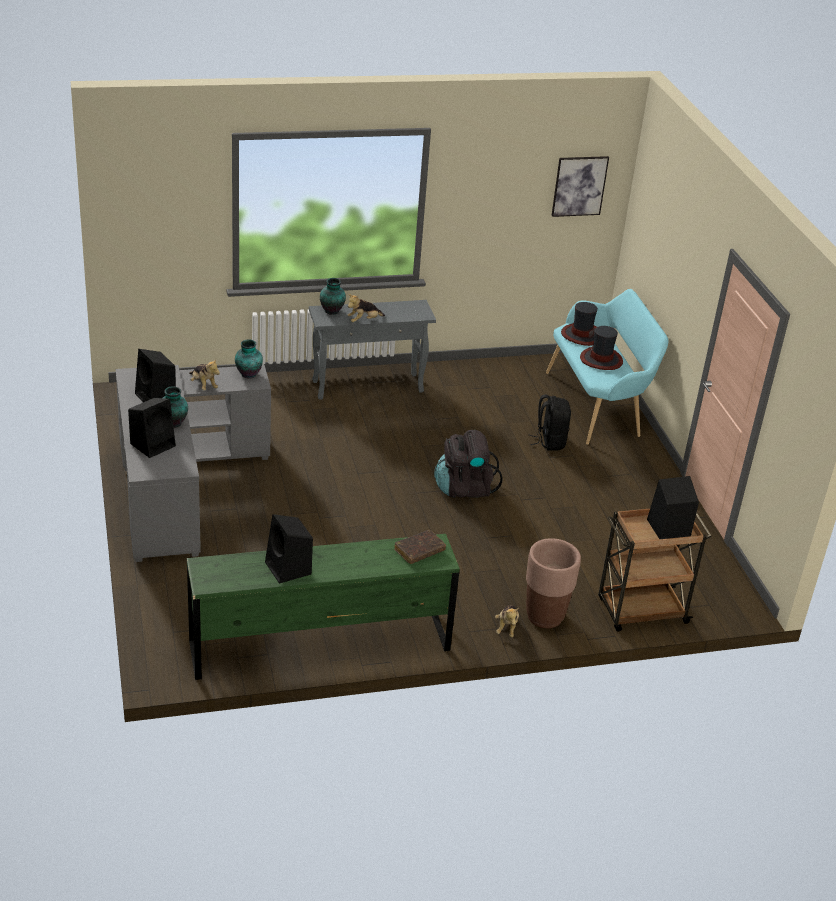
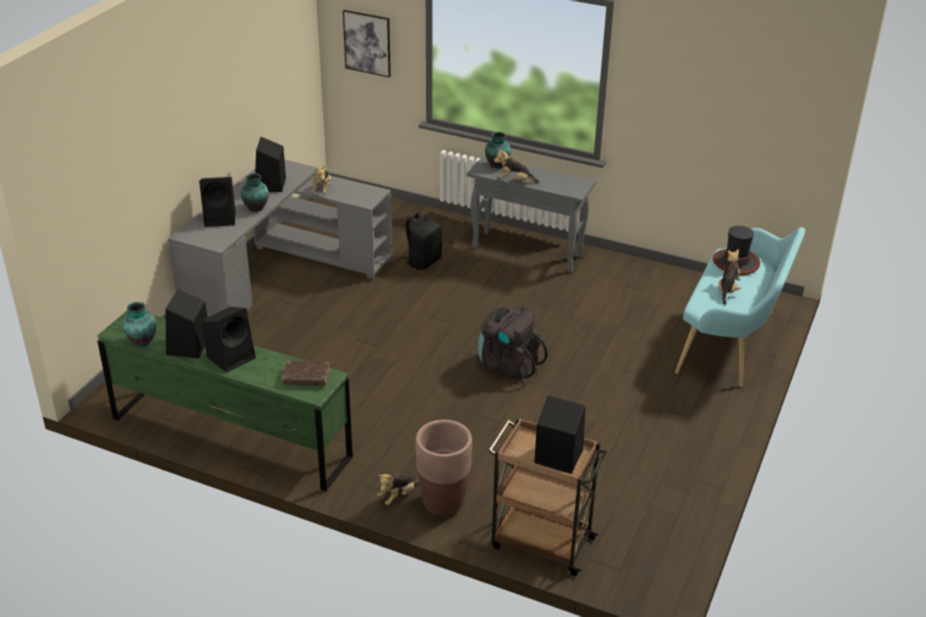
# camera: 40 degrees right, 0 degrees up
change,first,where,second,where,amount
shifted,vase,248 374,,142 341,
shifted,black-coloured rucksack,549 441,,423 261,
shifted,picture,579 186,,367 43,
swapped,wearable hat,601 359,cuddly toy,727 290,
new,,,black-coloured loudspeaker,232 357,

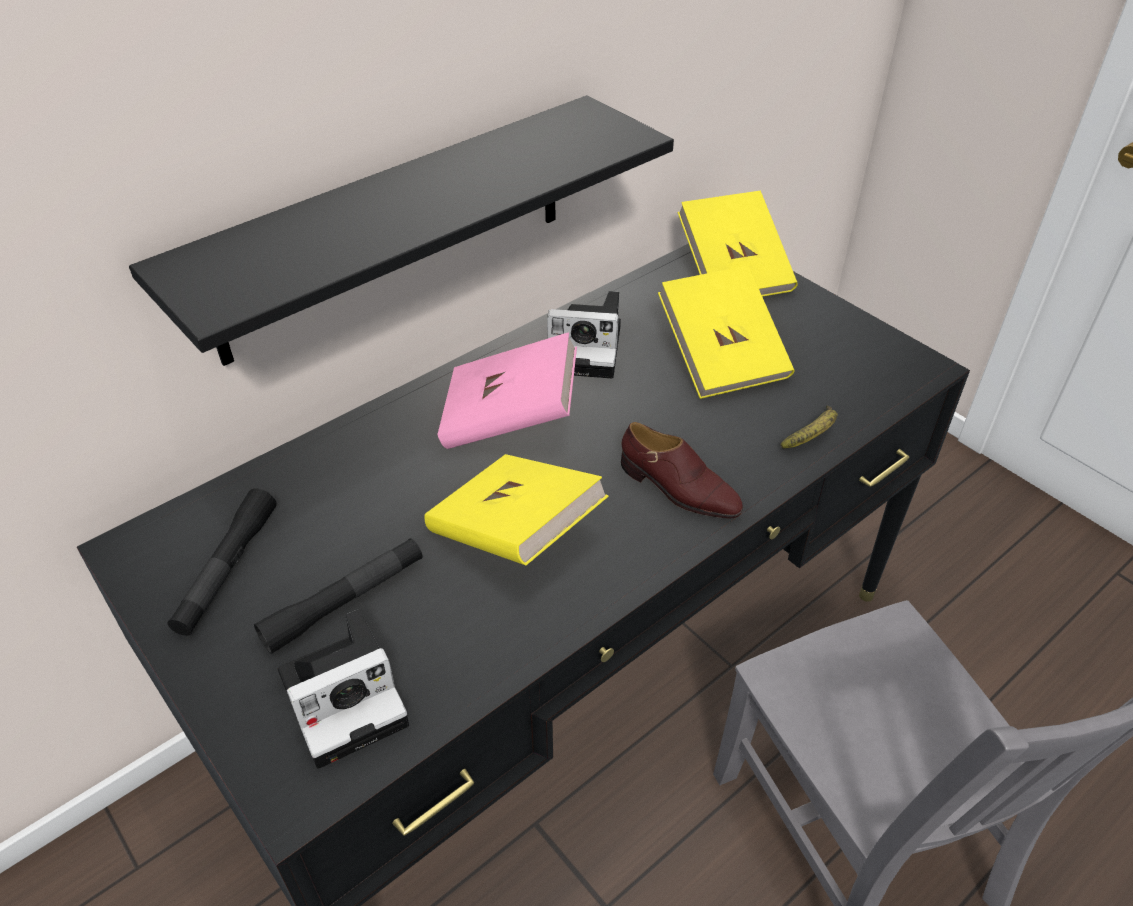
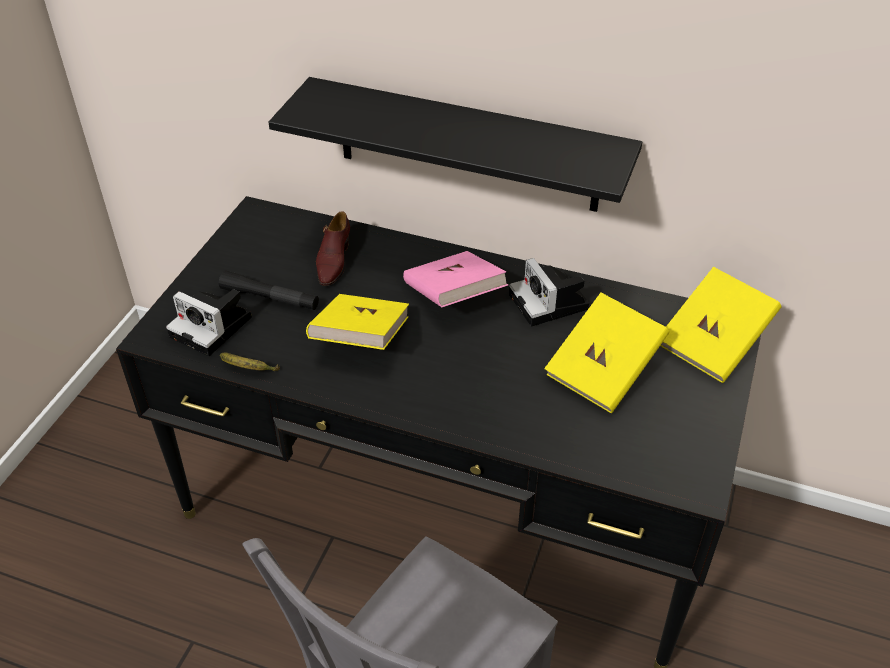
# camera: 60 degrees right, 0 degrees up
change,first,where,second,where,amount
gone,black-coloured torch,227 569,,,
shifted,brown-coloured shoe,678 489,,333 260,
shifted,whole banana,812 435,,248 369,

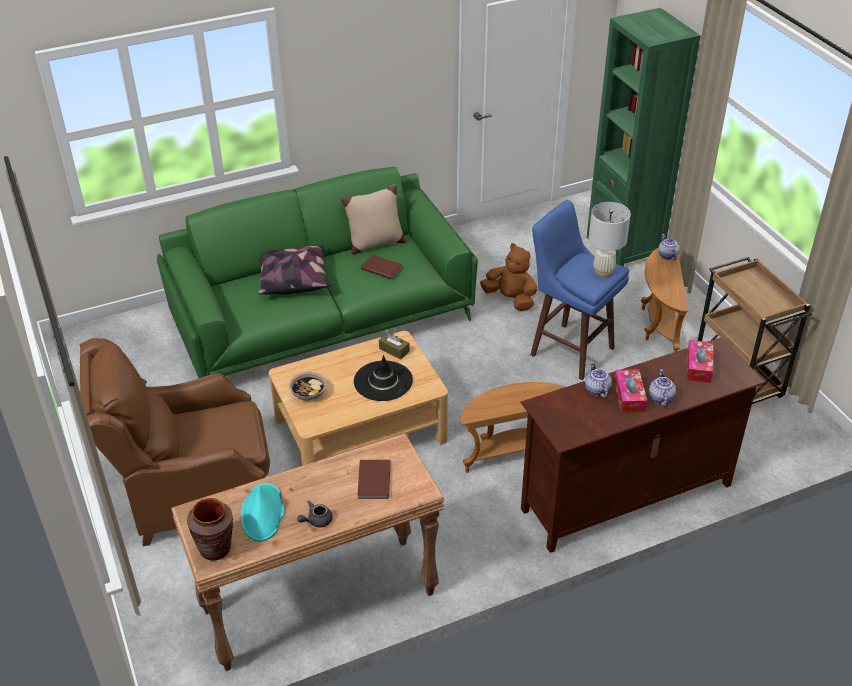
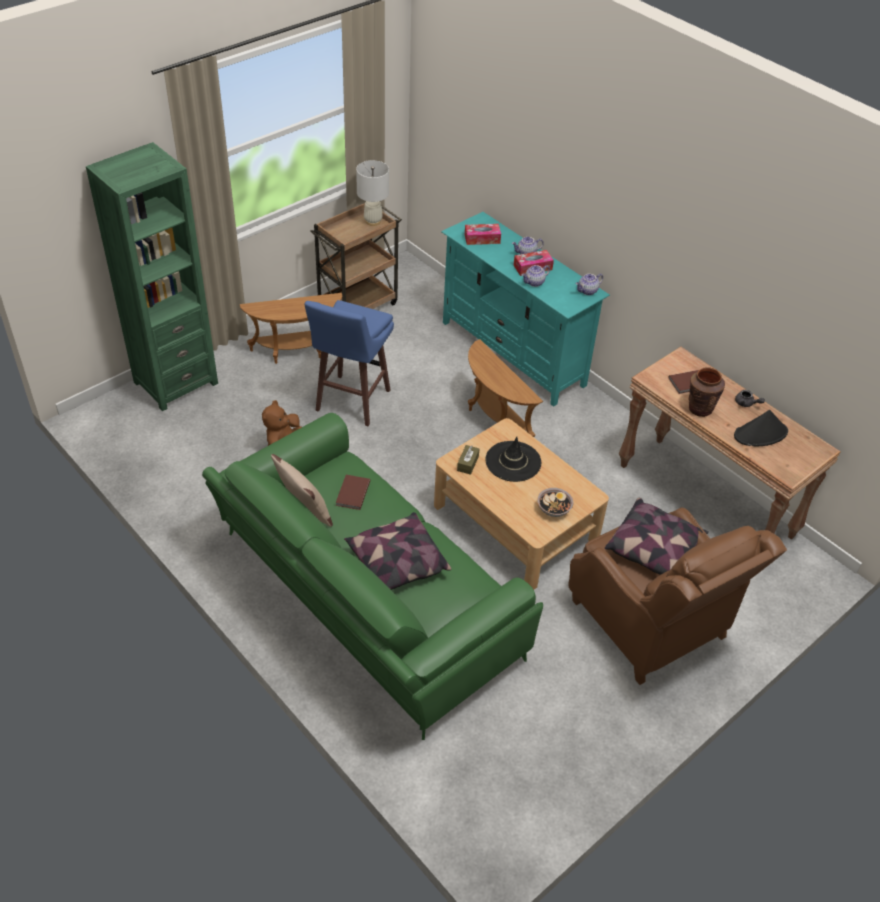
# camera: 110 degrees left, 5 degrees up
change,first,where,second,where,amount
shifted,brown-coloured vase,216 549,,700 409,
repainted,turquoise wearable hat,262 513,black-coloured wearable hat,760 434,
repainted,brown-coloured tv stand,626 498,turquoise tv stand,513 353,
shifted,whitish lamp for a table,603 271,,373 221,
shifted,tea pot,667 255,,588 291,
new,,,pillow,654 549,

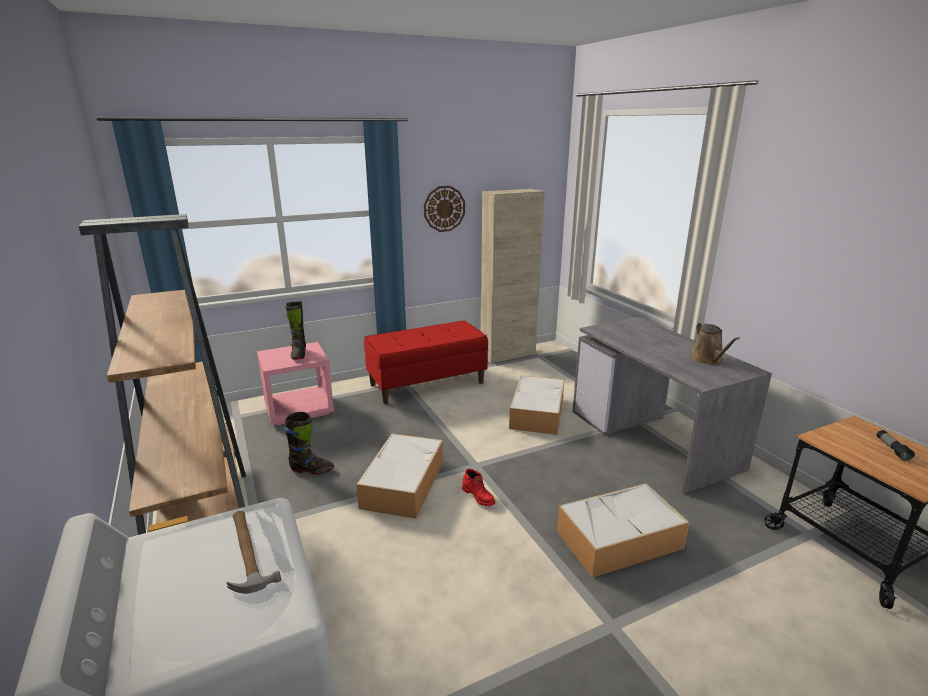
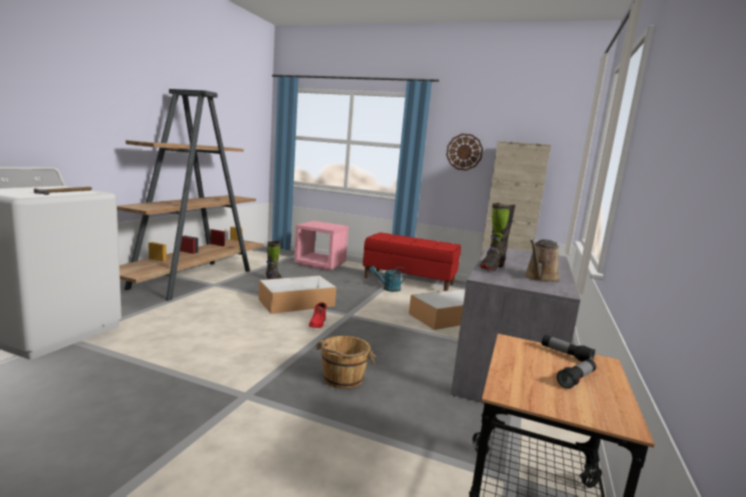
# camera: 45 degrees right, 10 degrees down
change,first,where,second,where,amount
shifted,black-coloured tall boot,299 354,,491 267,
swapped,storage bin,618 540,brown-coloured bucket,342 378,
new,,,turquoise watering can,388 289,
new,,,torch,565 355,

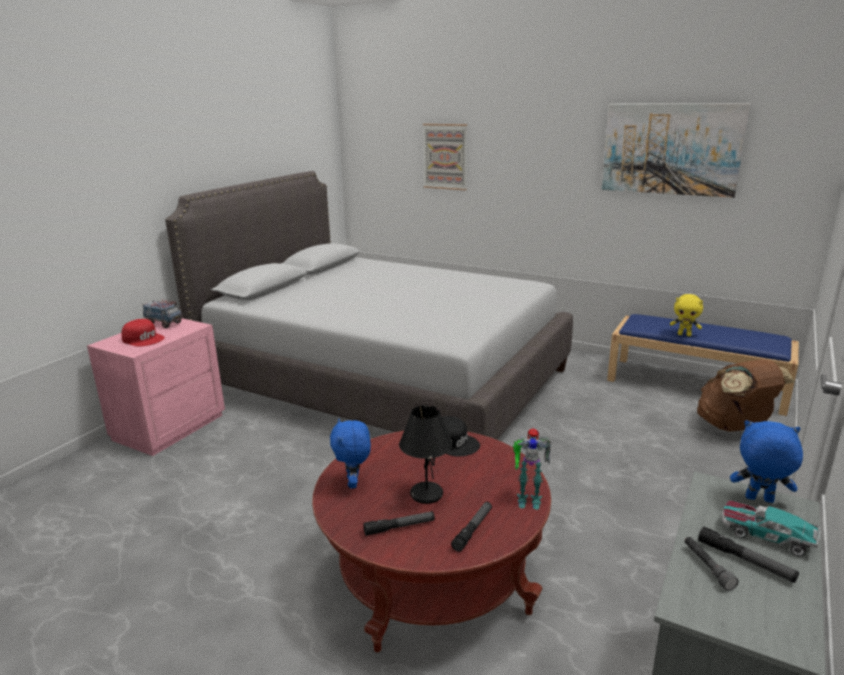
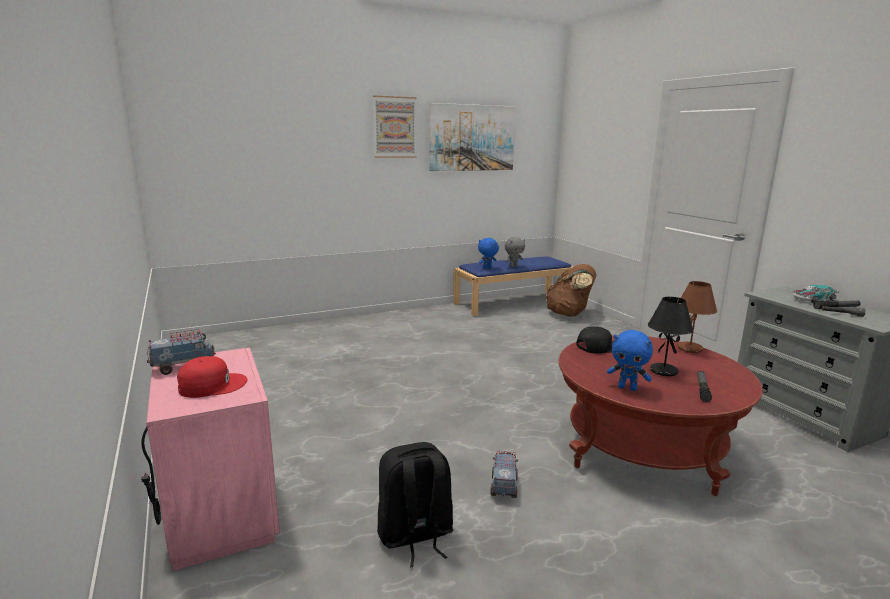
# camera: 55 degrees left, 5 degrees down
change,first,where,second,where,amount
gone,grey sleeping bed,386 380,,,
shifted,picture,445 156,,394 127,
gone,torch,473 529,,,
swapped,toy robot,528 498,brown-coloured lamp for a table,690 349,
repainted,yellowish cuddly toy,684 335,grey cuddly toy,513 266,
shifted,blue-coloured cuddly toy,759 500,,487 268,
new,,,black-coloured rucksack,415 536,
new,,,model truck,504 487,

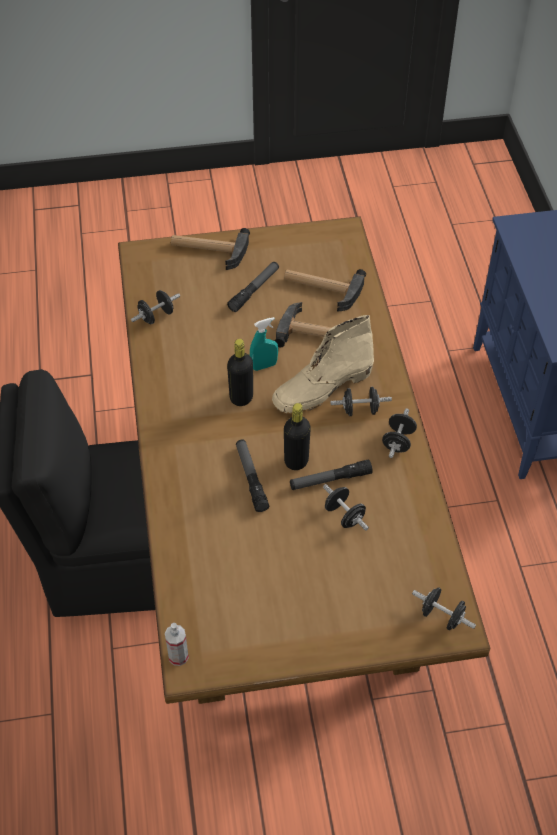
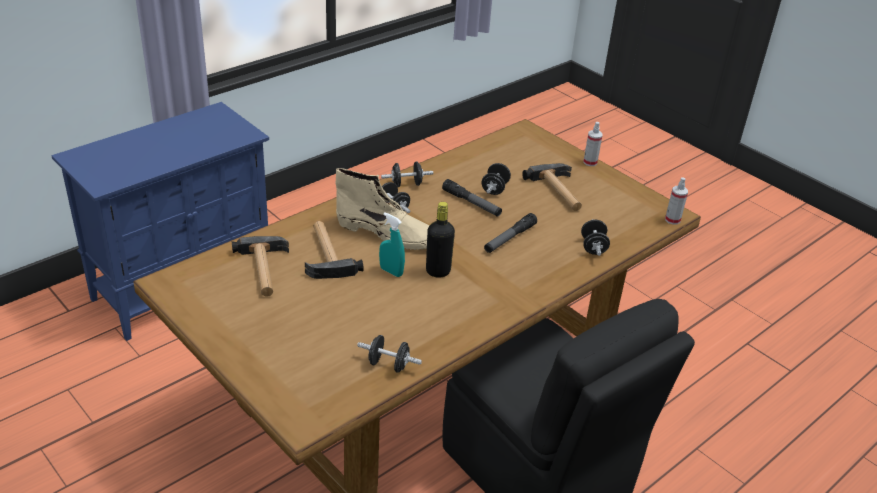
# camera: 125 degrees left, 15 degrees down
change,first,where,second,where,amount
shifted,hand hammer,208 249,,559 192,
gone,torch,254 290,,,
gone,black-coloured drink bottle,296 461,,,
shifted,black-coloured hand weight,442 616,,593 247,
new,,,hand sprayer,590 162,

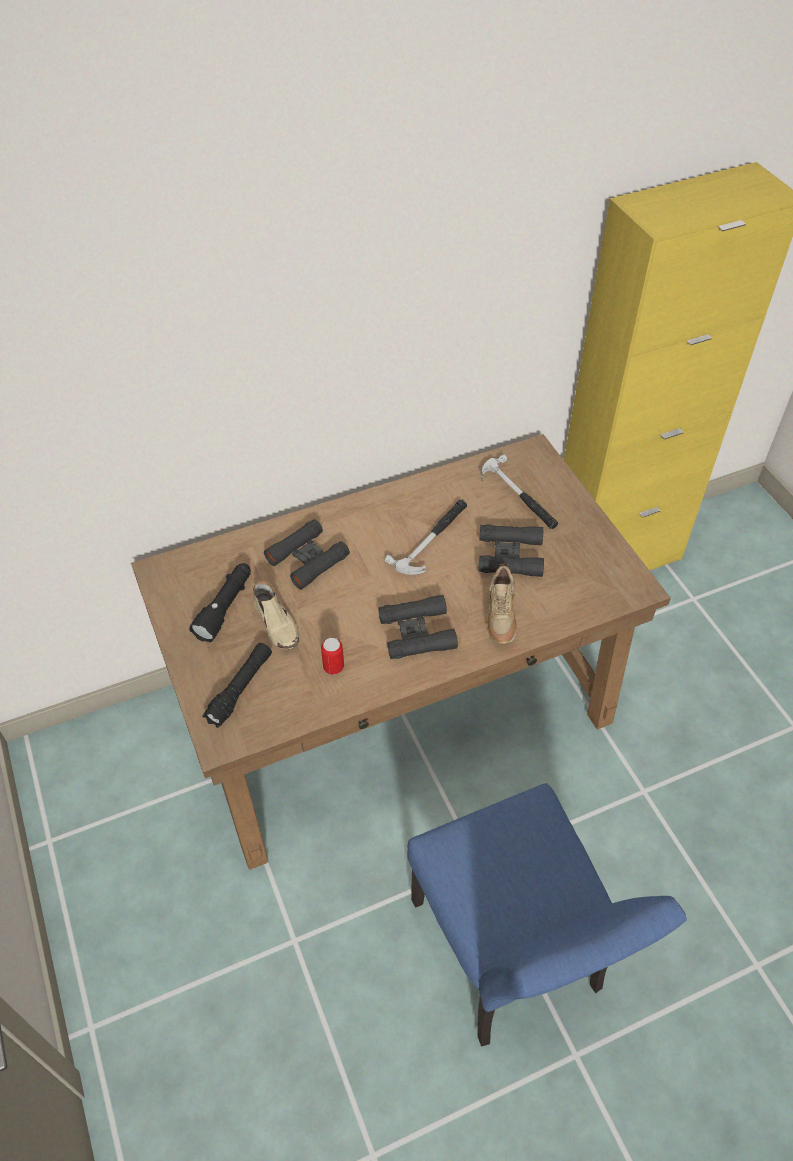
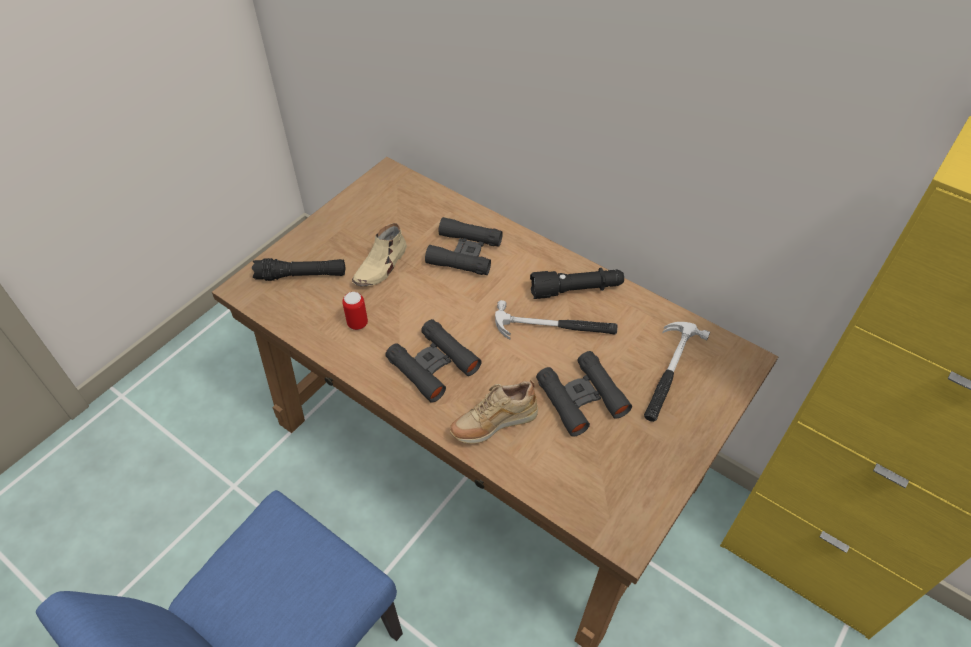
# camera: 60 degrees right, 0 degrees up
change,first,where,second,where,amount
shifted,black-coloured torch,225 607,,576 290,

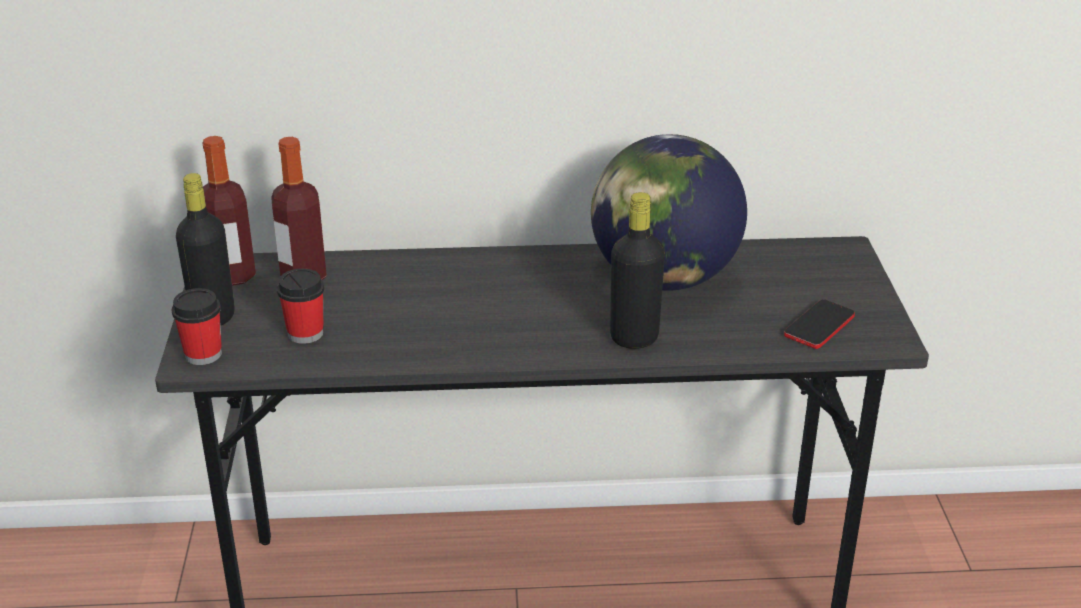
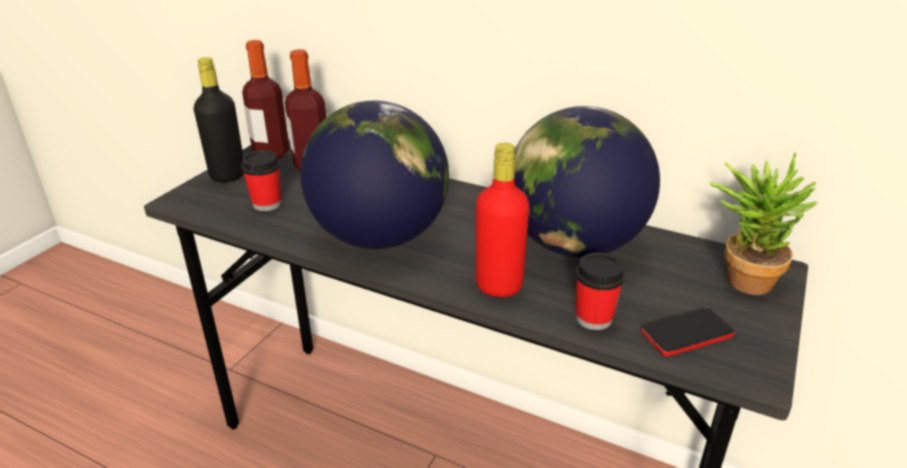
# camera: 30 degrees right, 0 degrees up
change,first,where,second,where,amount
shifted,cup,203 354,,593 318,
repainted,black-coloured drink bottle,634 338,reddish drink bottle,499 286,
new,,,desk globe,379 236,
new,,,houseplant,741 277,

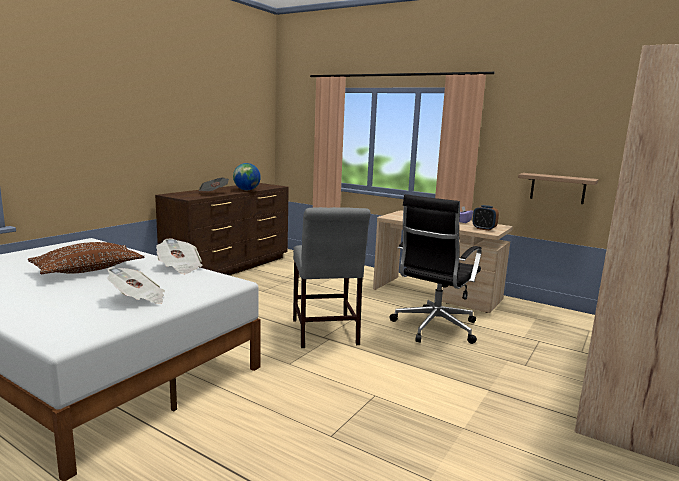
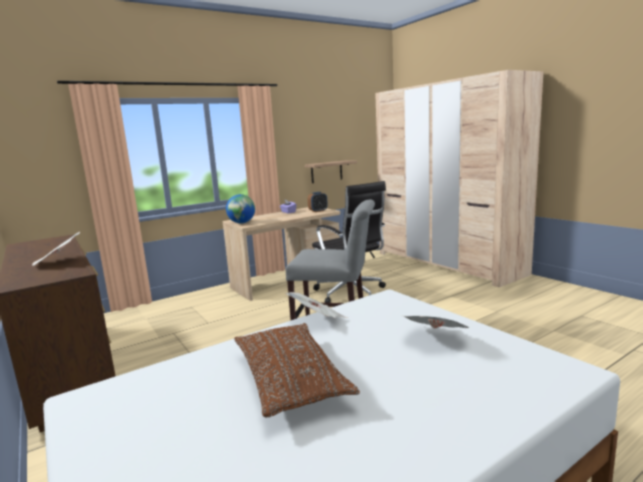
# camera: 65 degrees left, 0 degrees up
change,first,where,second,where,amount
shifted,desk globe,246 190,,242 223,

